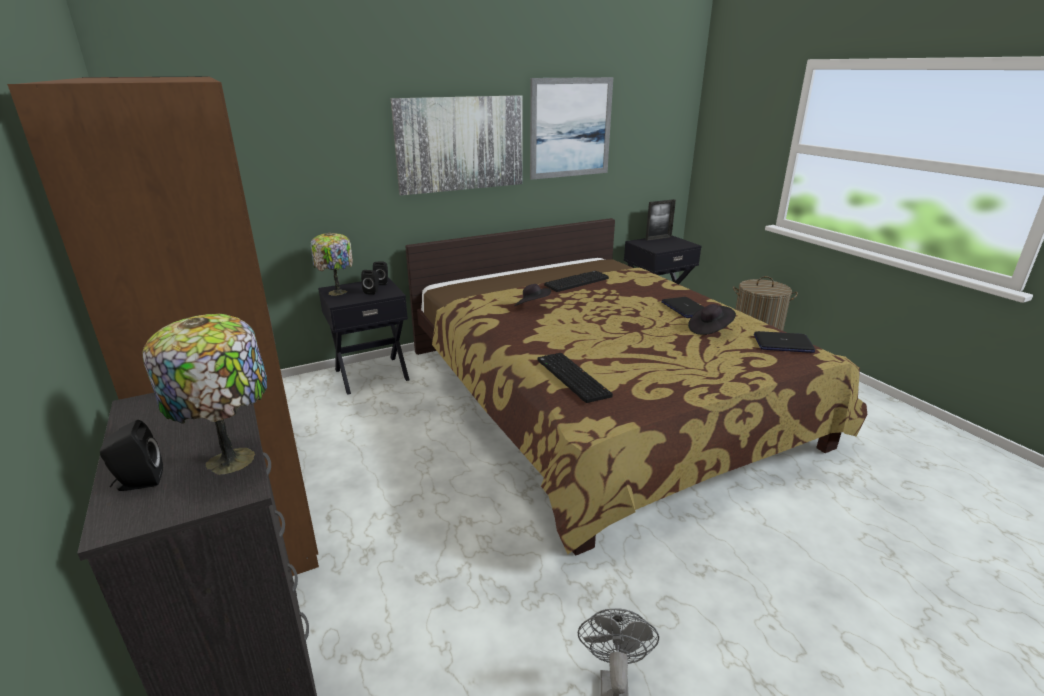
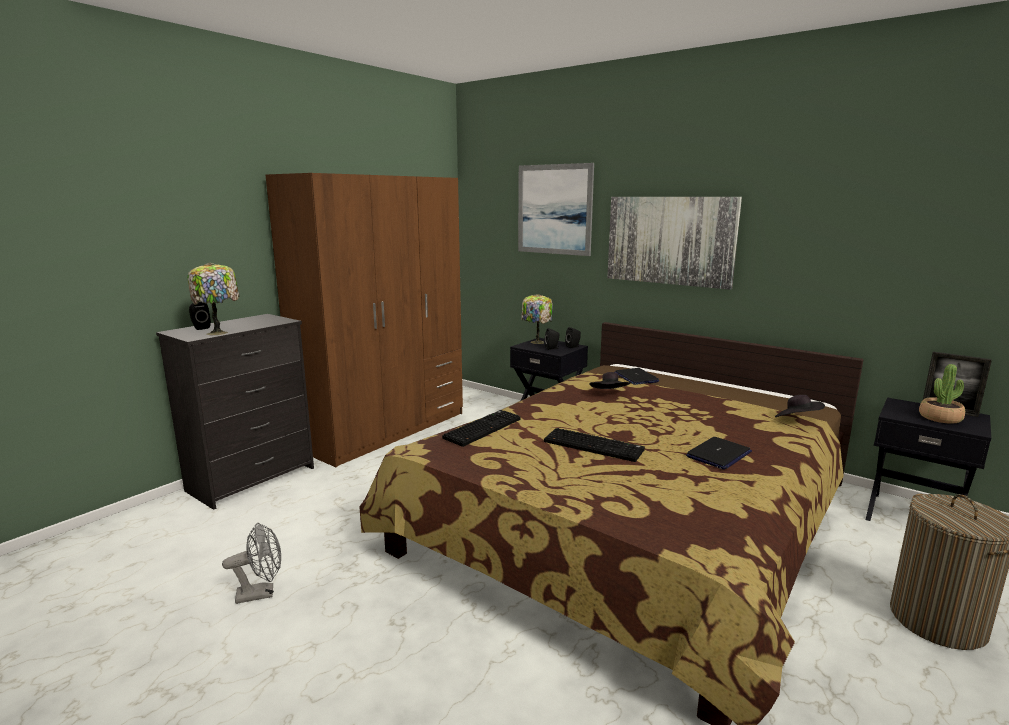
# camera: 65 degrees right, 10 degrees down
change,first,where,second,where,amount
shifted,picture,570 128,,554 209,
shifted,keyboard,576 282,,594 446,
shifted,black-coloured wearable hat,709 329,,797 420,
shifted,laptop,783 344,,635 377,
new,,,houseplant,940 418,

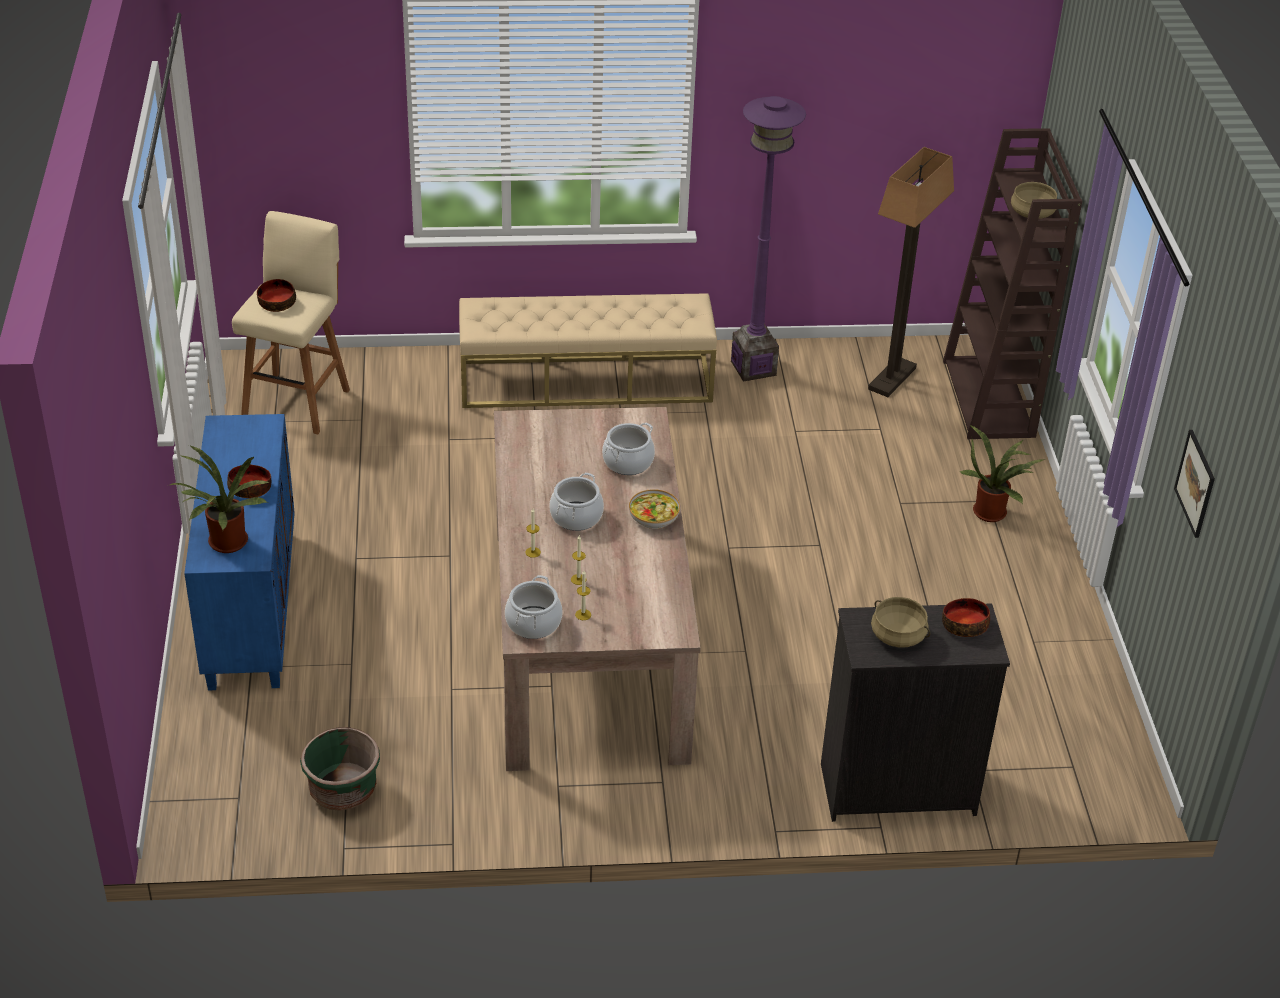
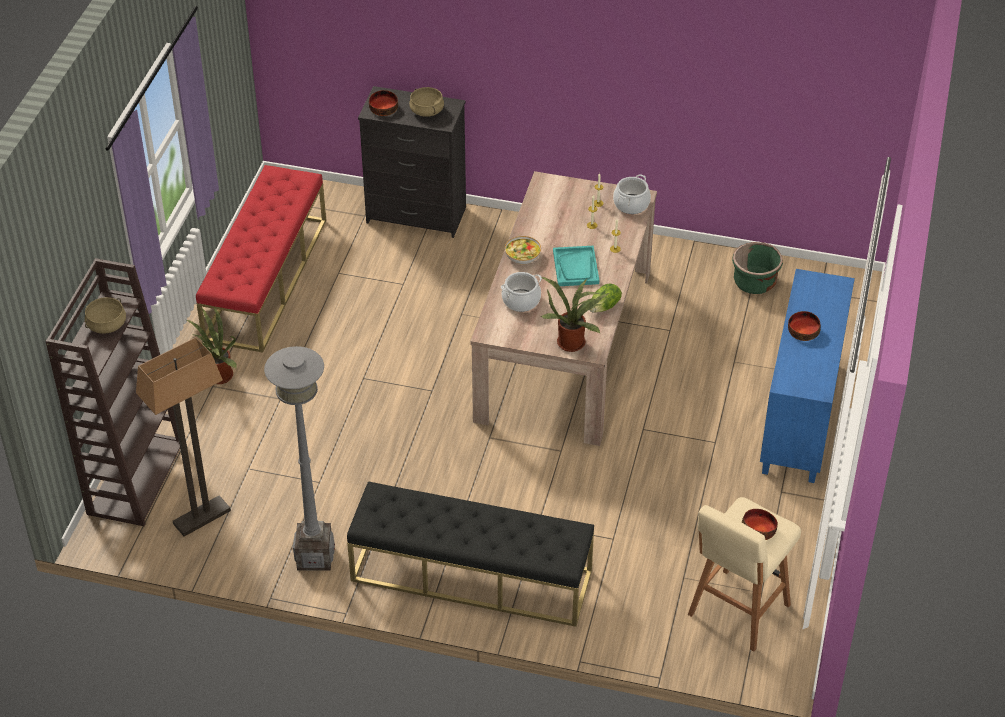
# camera: 160 degrees left, 5 degrees up
change,first,where,second,where,amount
shifted,houseplant,226 545,,573 341,
repainted,beige-coloured bench,586 381,black-coloured bench,471 576,
swapped,cooking pot,576 516,turquoise tray,576 267,
repainted,purple-coloured floor lamp,753 368,grey floor lamp,315 557,
gone,picture,1195 483,,,
new,,,reddish bench,266 279,
new,,,head of lettuce,605 307,

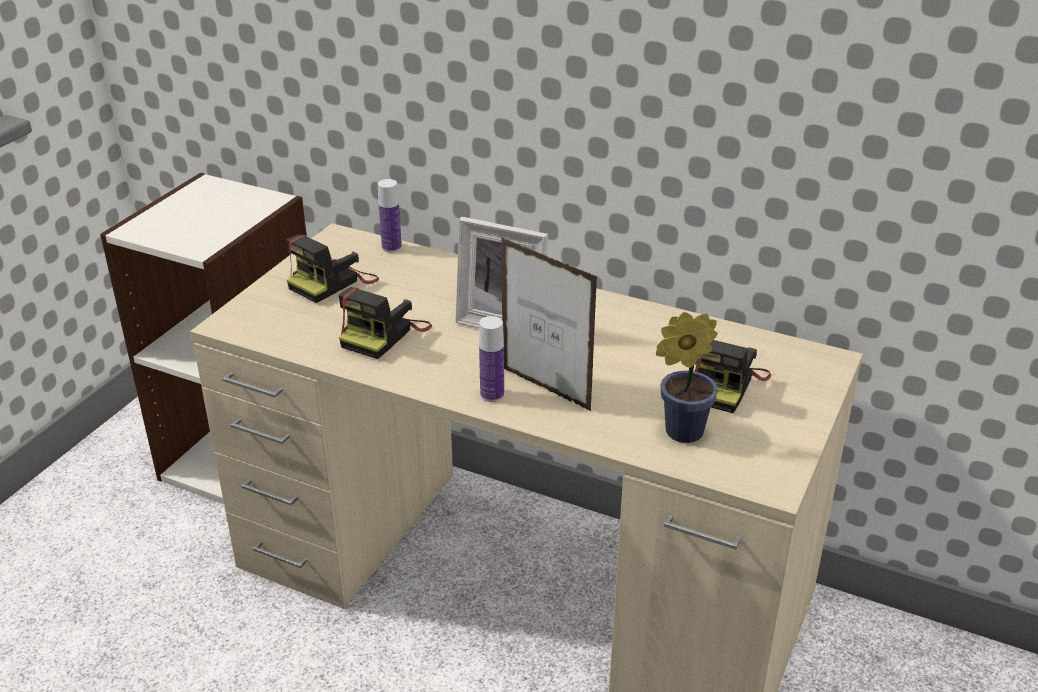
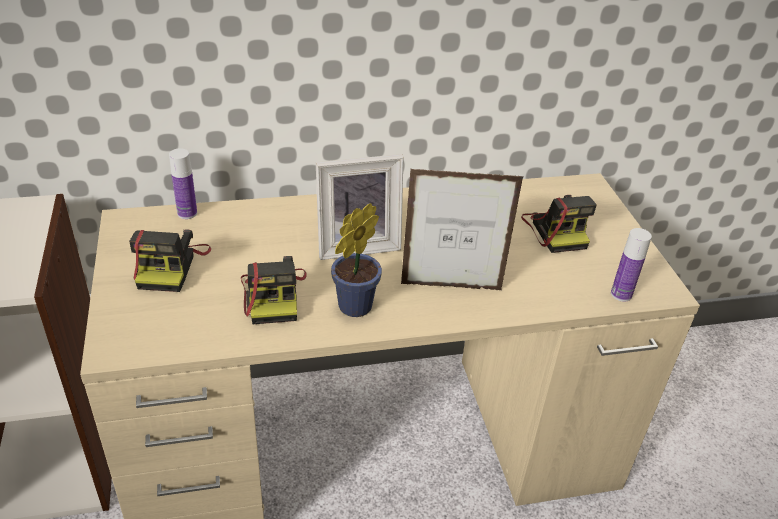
# camera: 40 degrees left, 5 degrees up
change,first,where,second,where,amount
shifted,drink bottle,492 395,,621 294,
shifted,houseplant,679 432,,351 308,

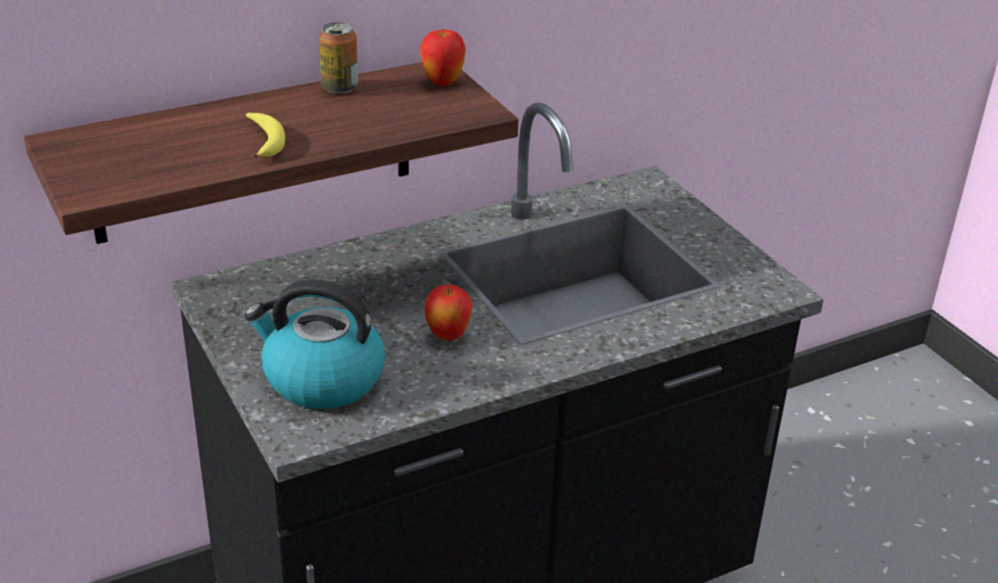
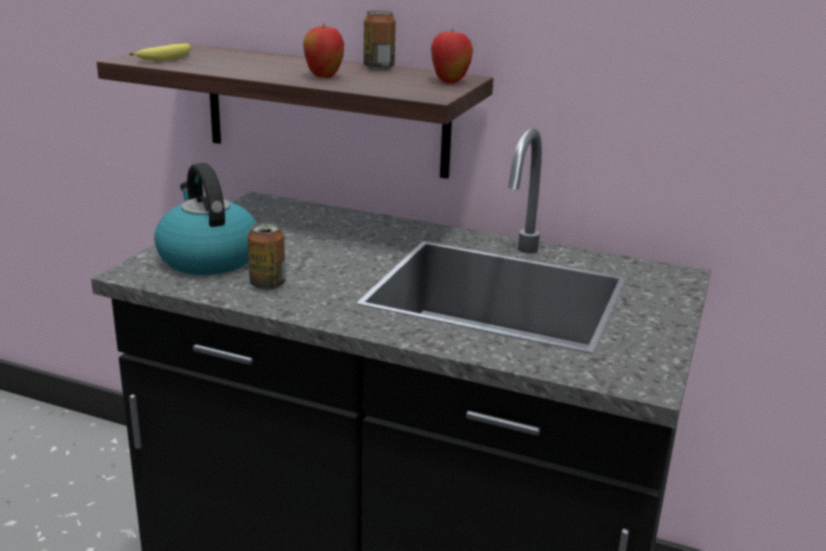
# camera: 50 degrees right, 10 degrees down
change,first,where,second,where,amount
shifted,whole banana,265 141,,168 58,
shifted,apple fruit,448 336,,323 77,
new,,,metal can,267 284,

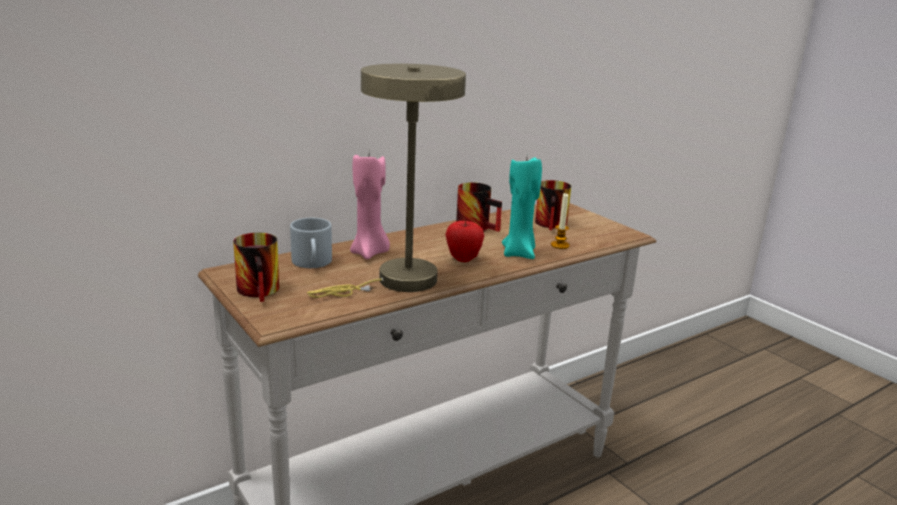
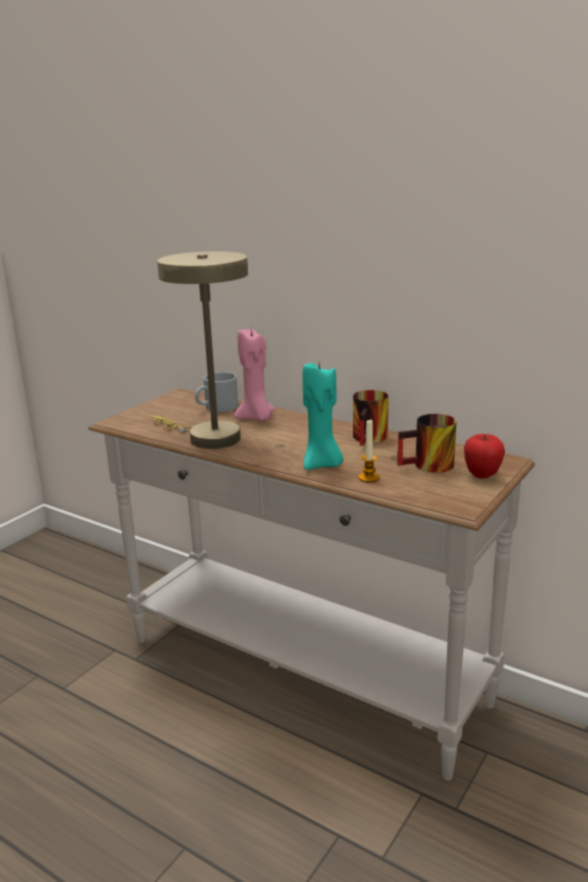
# camera: 70 degrees right, 0 degrees up
change,first,where,second,where,amount
gone,coffee mug,263 291,,,
shifted,apple fruit,463 259,,482 475,

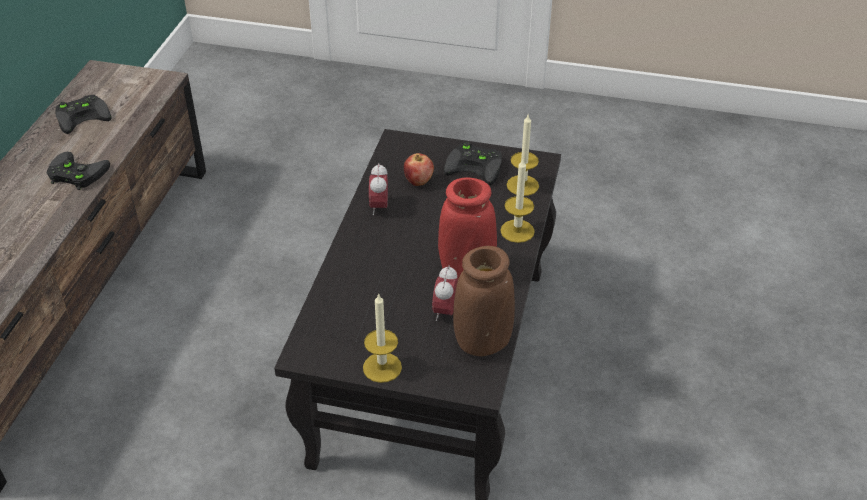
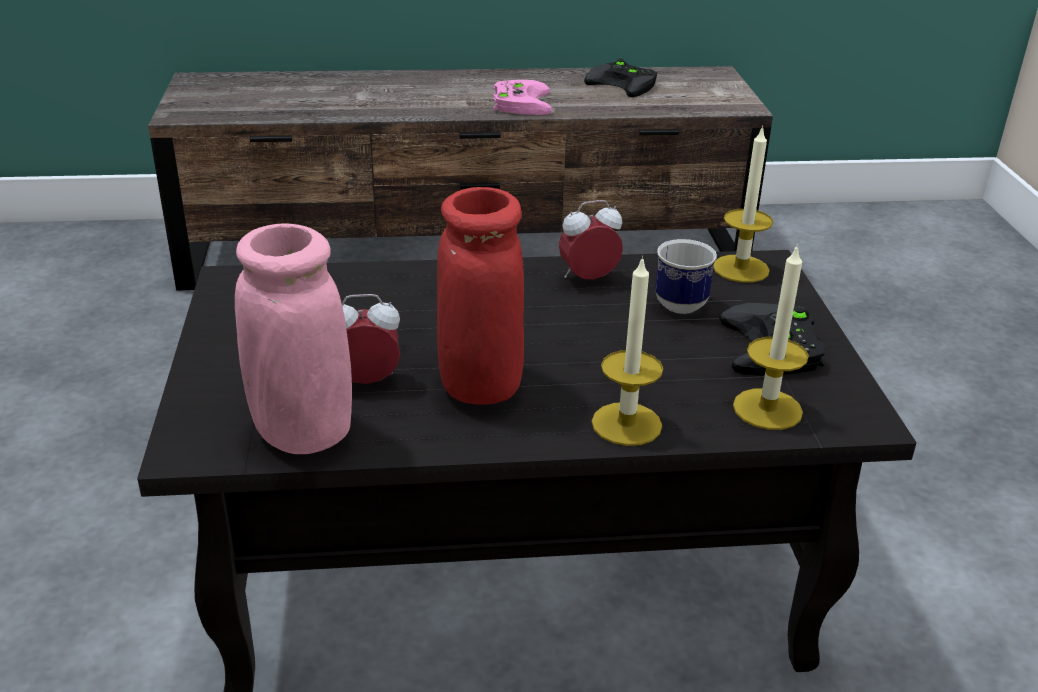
# camera: 70 degrees right, 10 degrees down
change,first,where,second,where,amount
repainted,black-coloured joypad,75 174,pinkish joypad,519 102,
shifted,candle,382 367,,741 269,
swapped,apple fruit,418 181,coffee mug,680 301,
repainted,brown-coloured vase,482 342,pinkish vase,302 433,

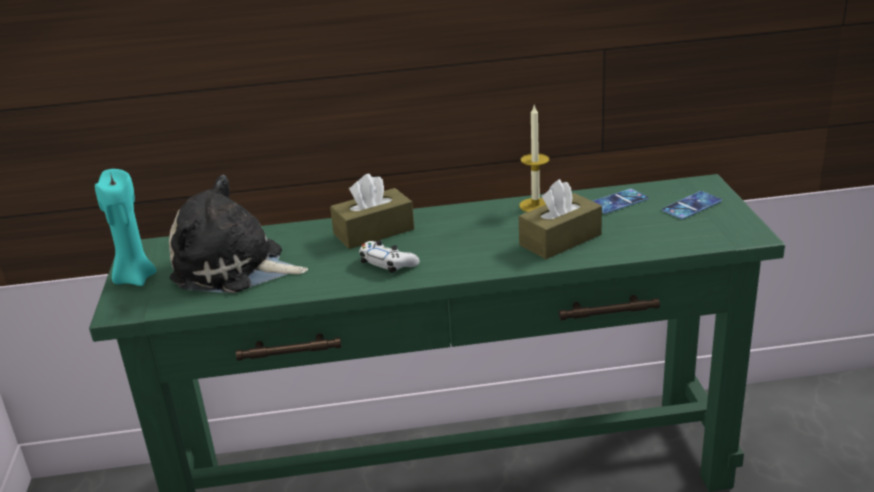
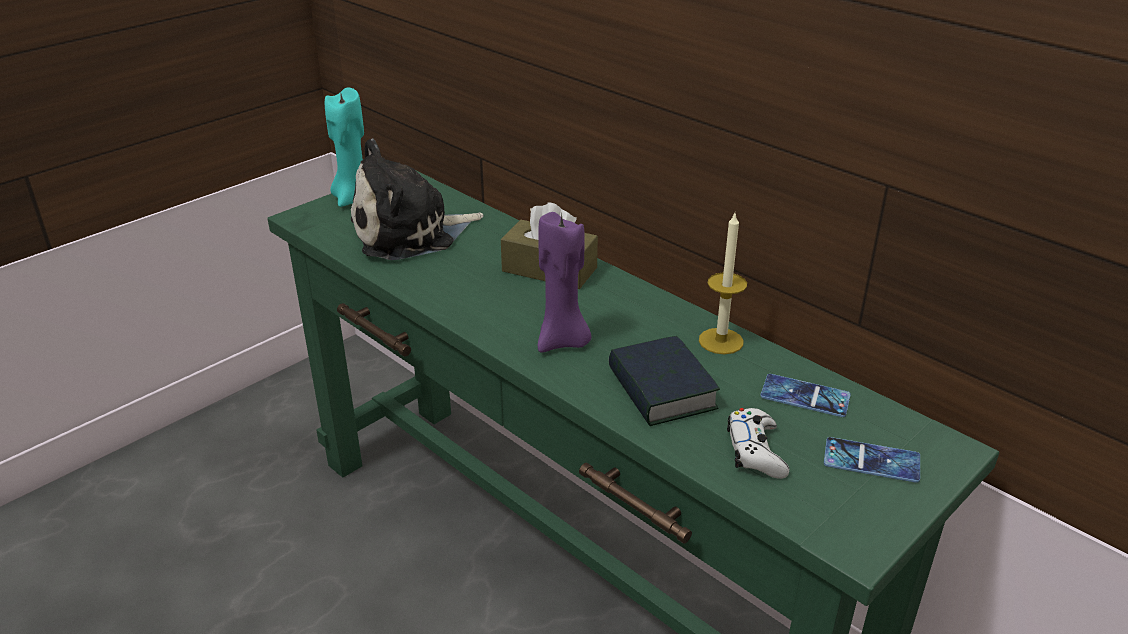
# camera: 50 degrees right, 5 degrees up
change,first,where,second,where,amount
rotated,cuddly toy,234 269,,410 233,90 degrees counterclockwise
shifted,whitish joypad,388 263,,755 451,
swapped,brown-coloured tissue holder,560 240,bound book,661 390,
new,,,purple-coloured candle,563 341,

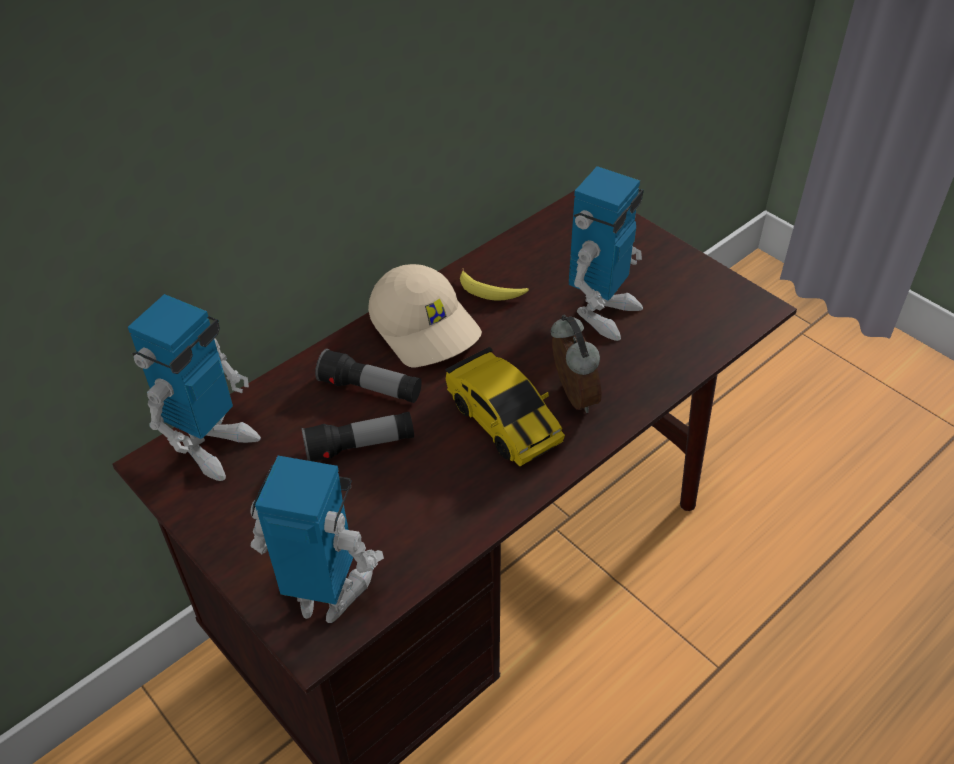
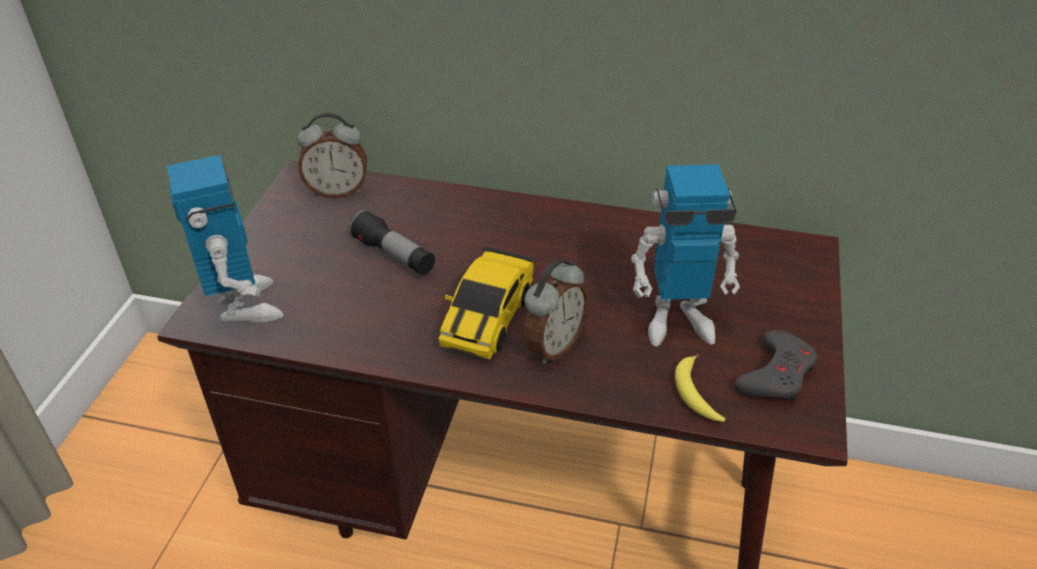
# camera: 55 degrees right, 5 degrees down
change,first,where,second,where,amount
swapped,toy robot,213 446,alarm clock,337 191,
gone,torch,370 389,,,
gone,beige-coloured cap,426 327,,,
shifted,whole banana,490 292,,695 394,
new,,,grey joypad,776 374,

